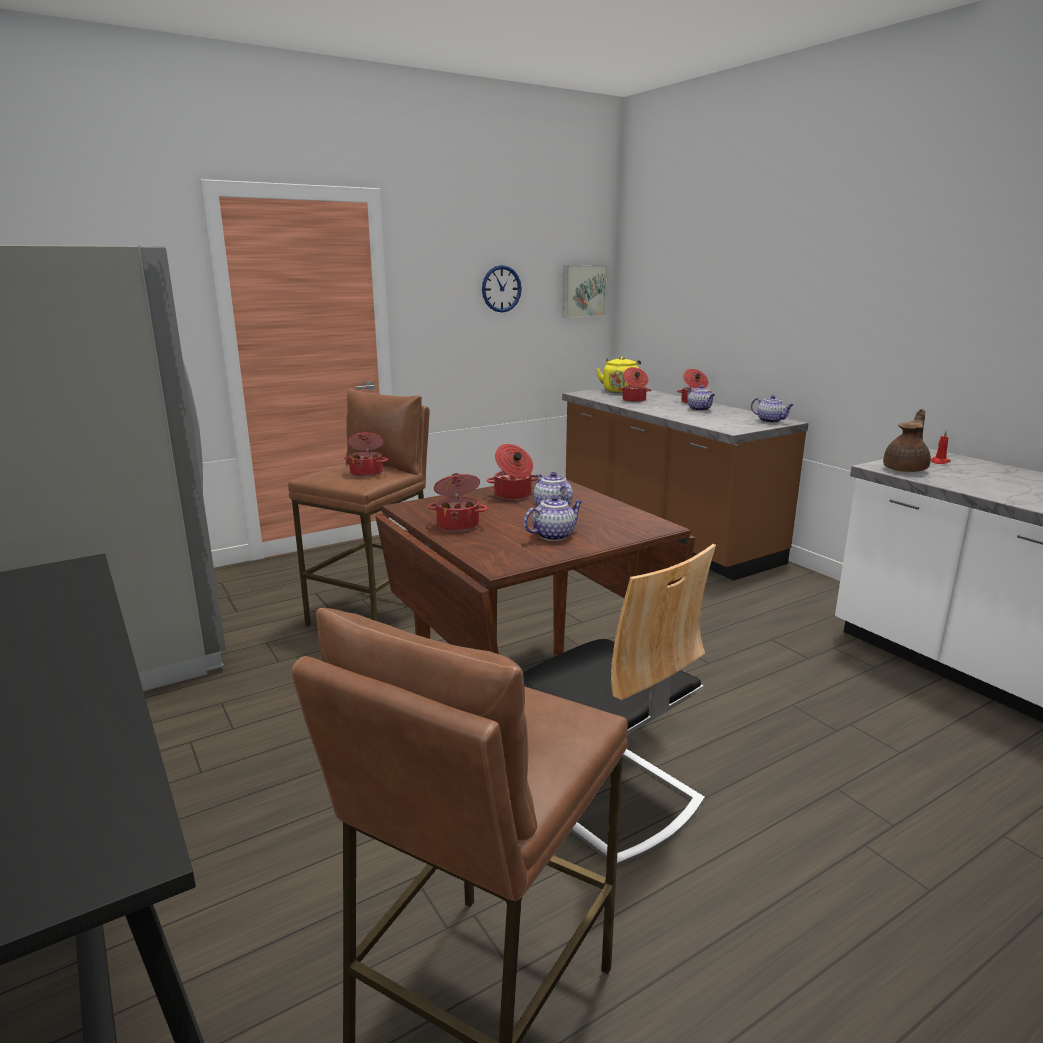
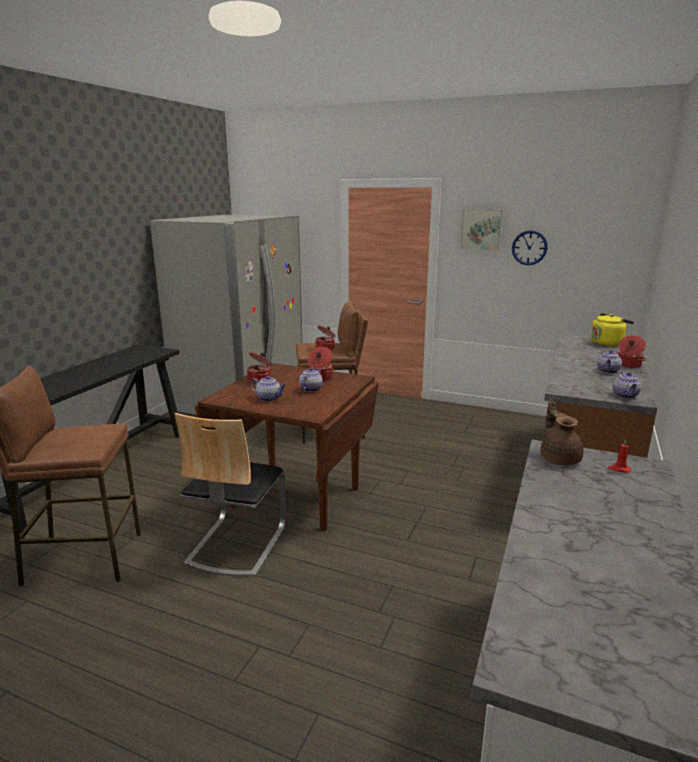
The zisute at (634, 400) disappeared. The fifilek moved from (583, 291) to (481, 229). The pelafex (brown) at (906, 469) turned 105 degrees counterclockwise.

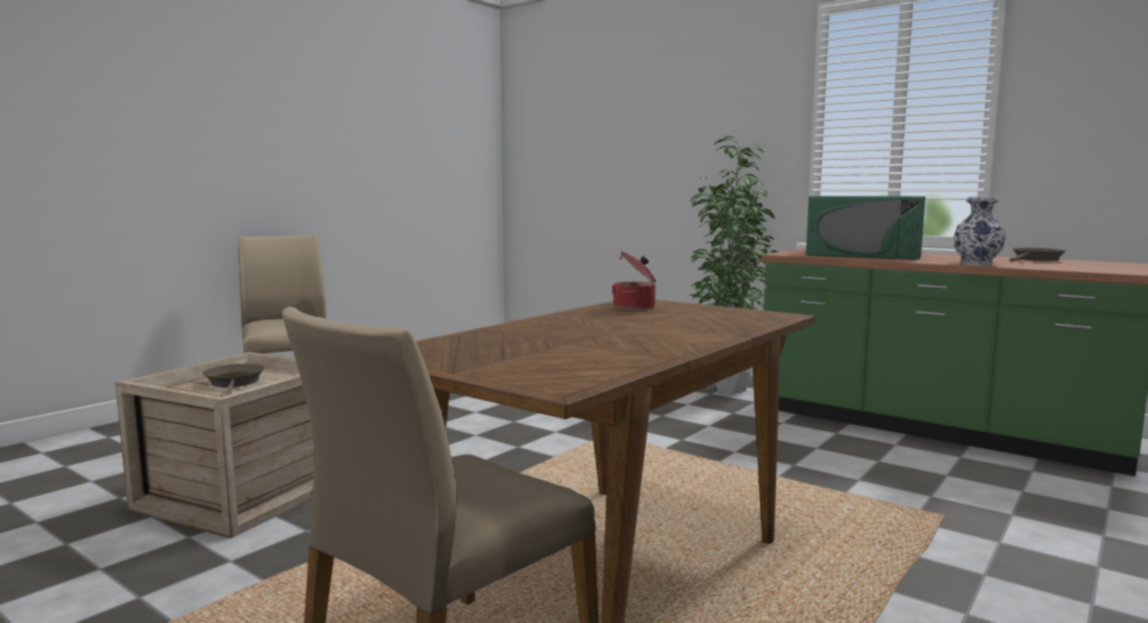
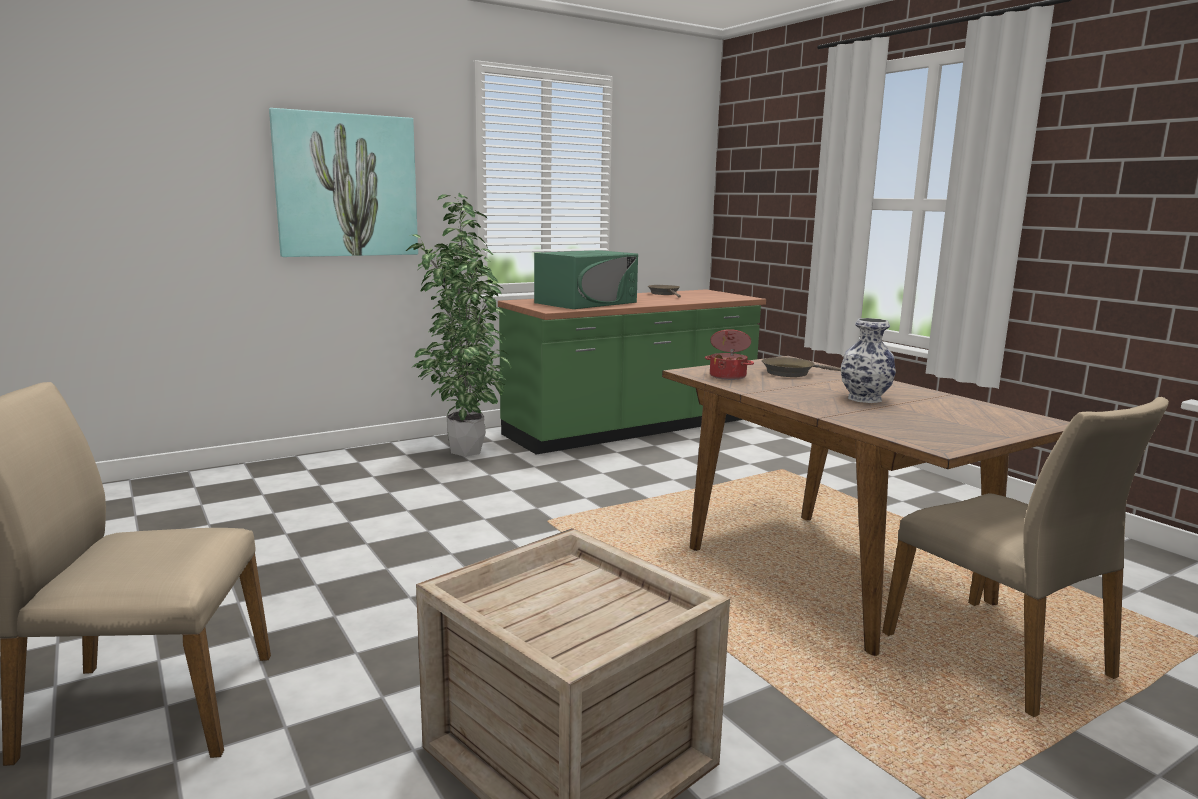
The fifilek at (346, 186) appeared. The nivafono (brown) moved from (235, 383) to (792, 373). The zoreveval moved from (977, 264) to (864, 398).

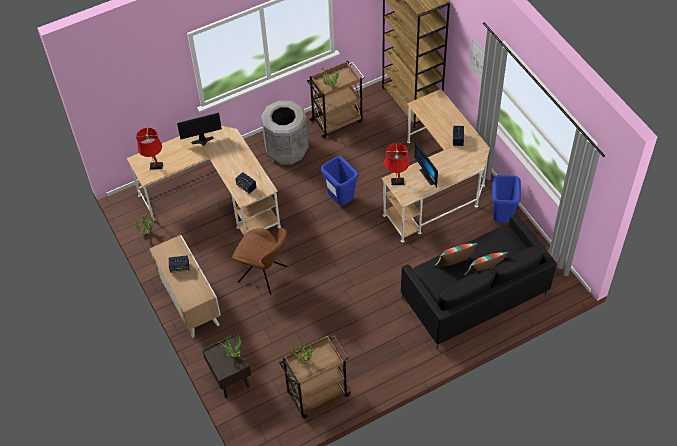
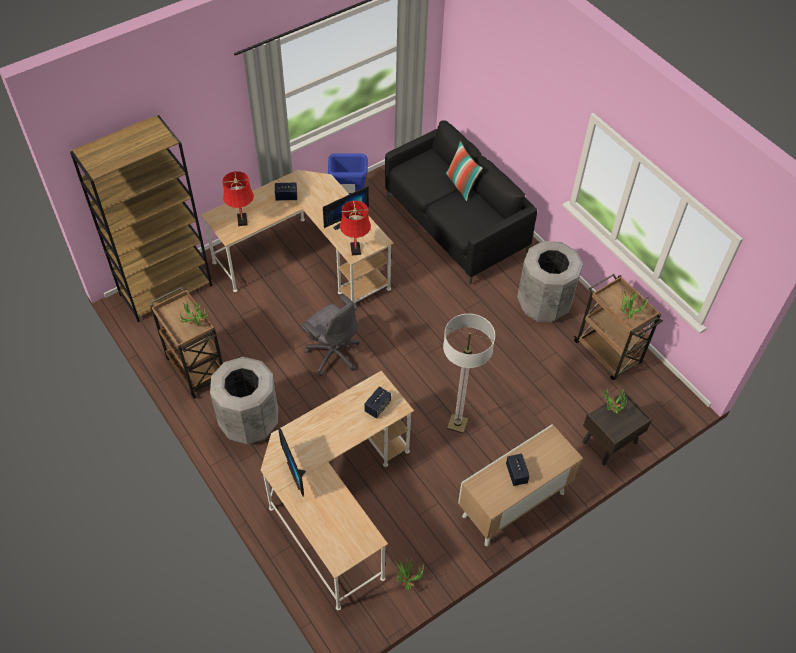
The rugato at (454, 265) disappeared. The fifilek at (478, 60) disappeared. The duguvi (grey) at (543, 304) appeared. The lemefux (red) moved from (154, 166) to (242, 221). The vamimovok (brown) at (264, 275) was replaced by the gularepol at (457, 424). The duguvi (blue) at (340, 200) was replaced by the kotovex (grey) at (333, 353).

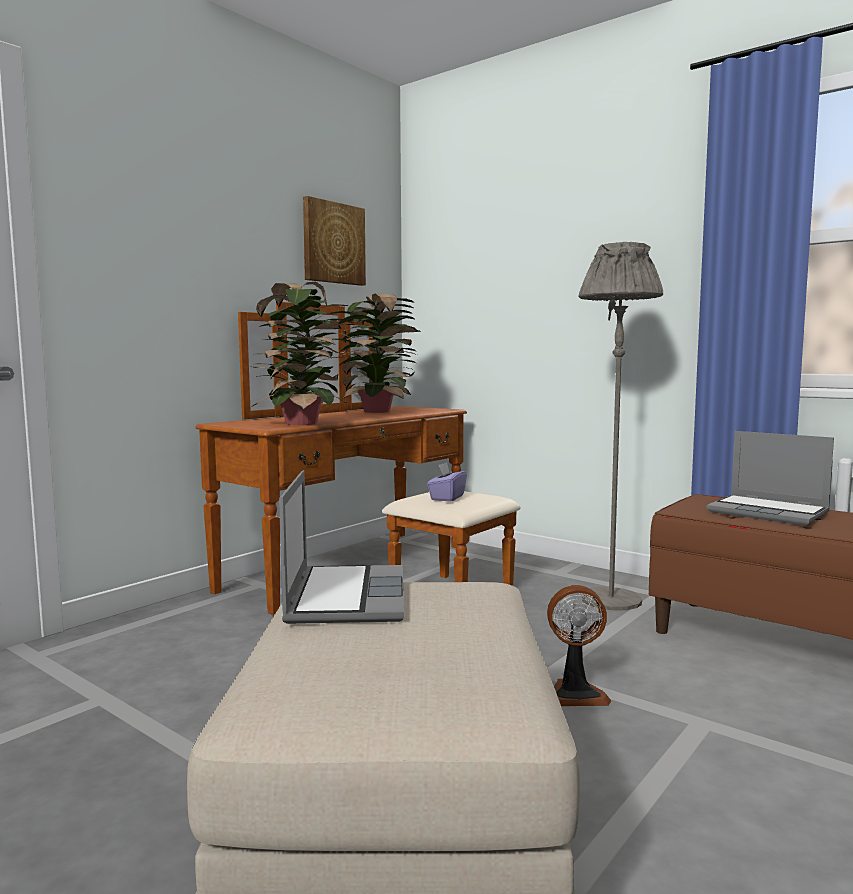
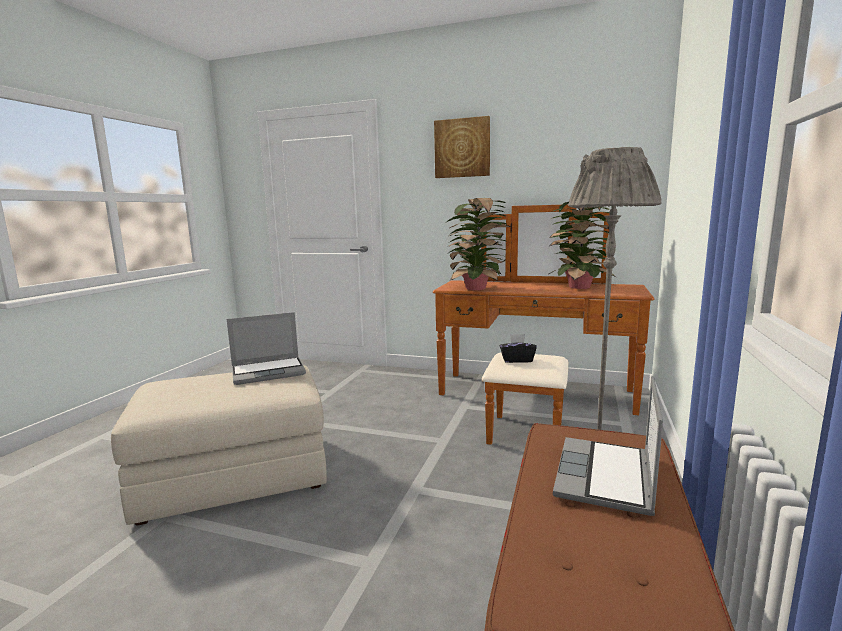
The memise at (575, 693) disappeared. The fifilek moved from (333, 243) to (462, 148). The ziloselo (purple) at (446, 498) became the ziloselo (black) at (517, 360).

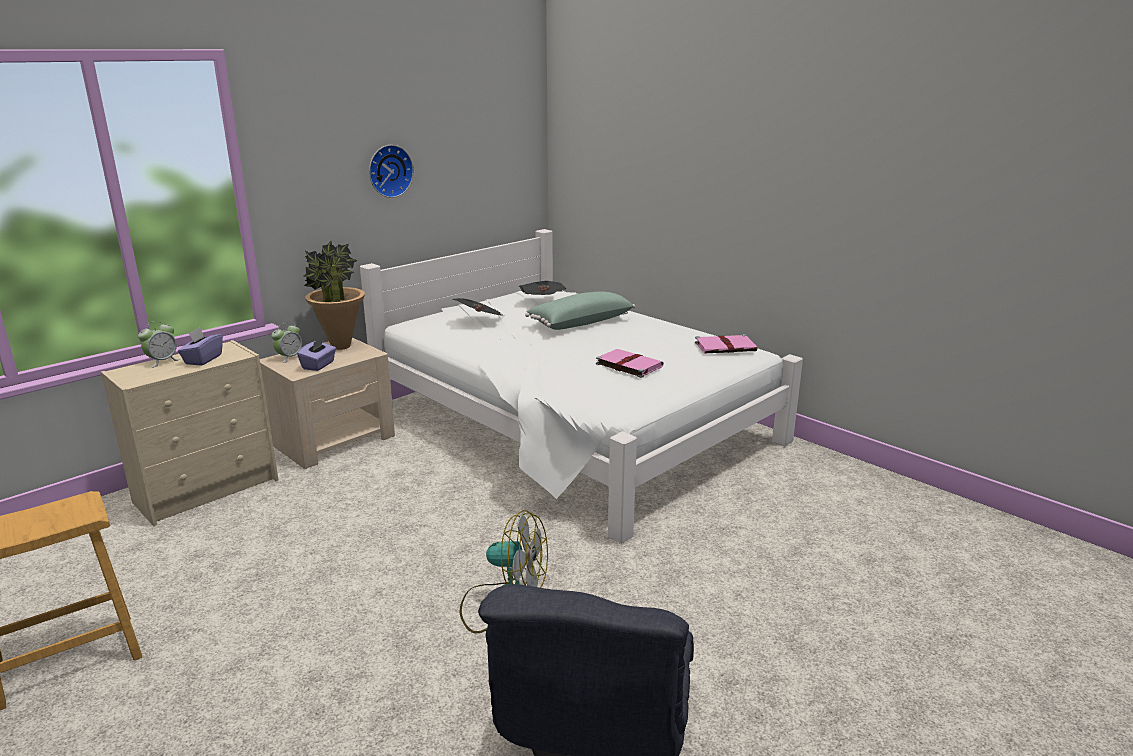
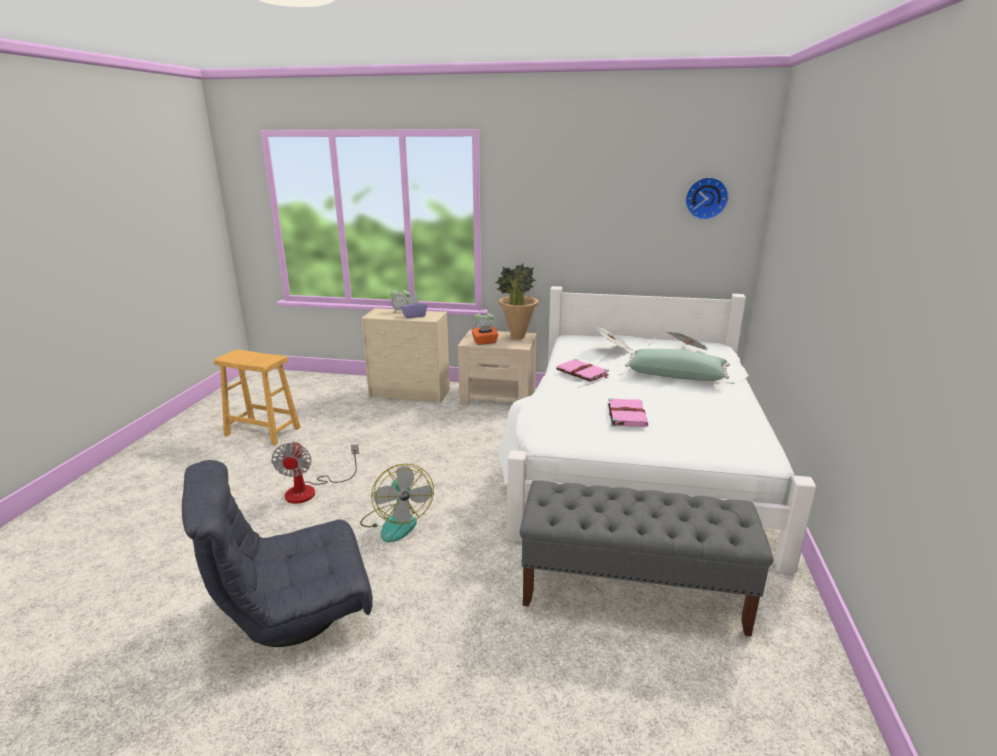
The memise at (310, 490) appeared. The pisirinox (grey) at (633, 591) appeared. The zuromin moved from (389, 171) to (706, 198). The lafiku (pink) moved from (726, 347) to (583, 373). The ziloselo (purple) at (319, 365) became the ziloselo (orange) at (485, 342).

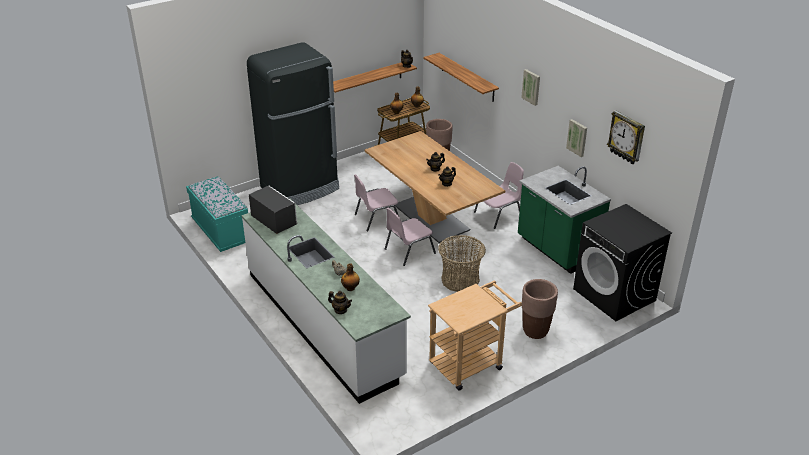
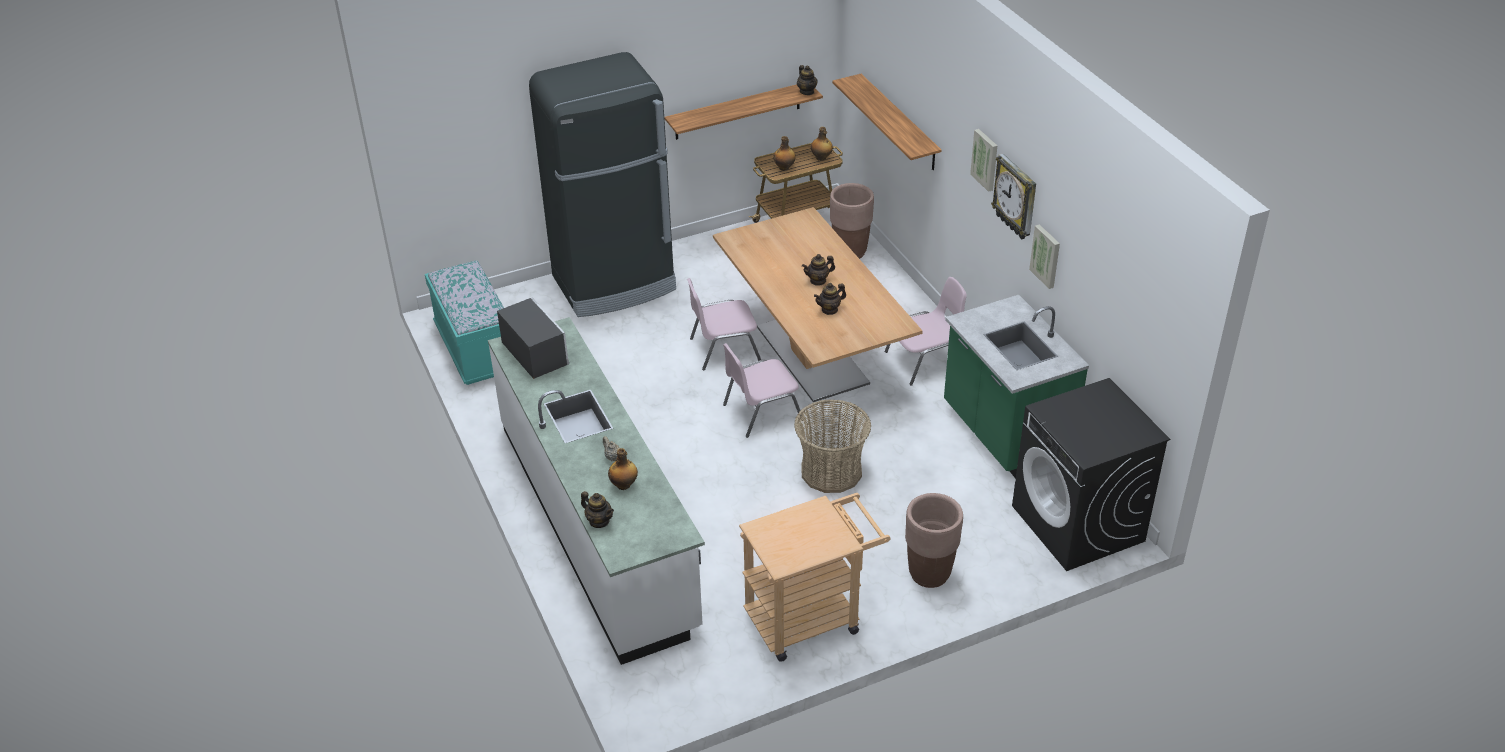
The zuromin moved from (626, 137) to (1016, 197).

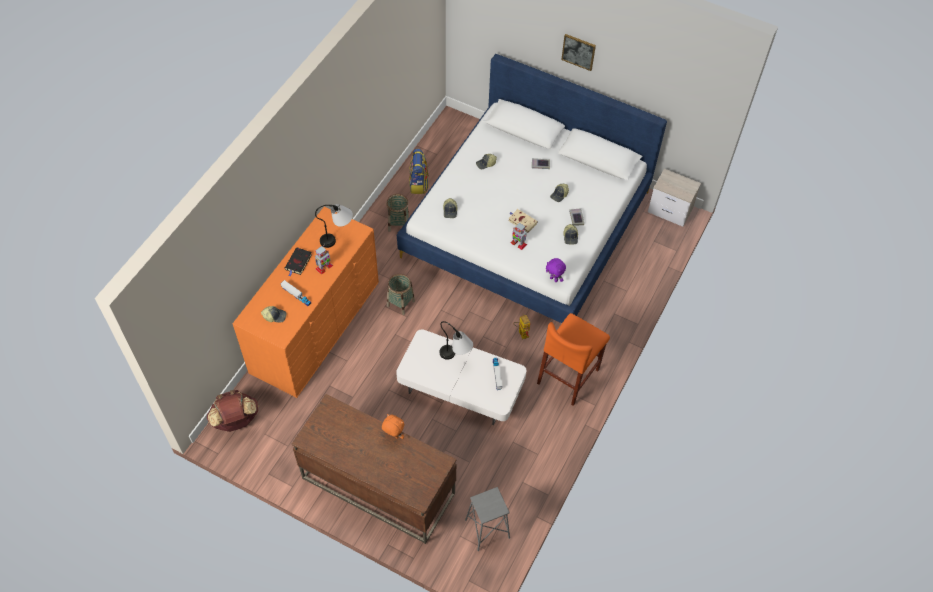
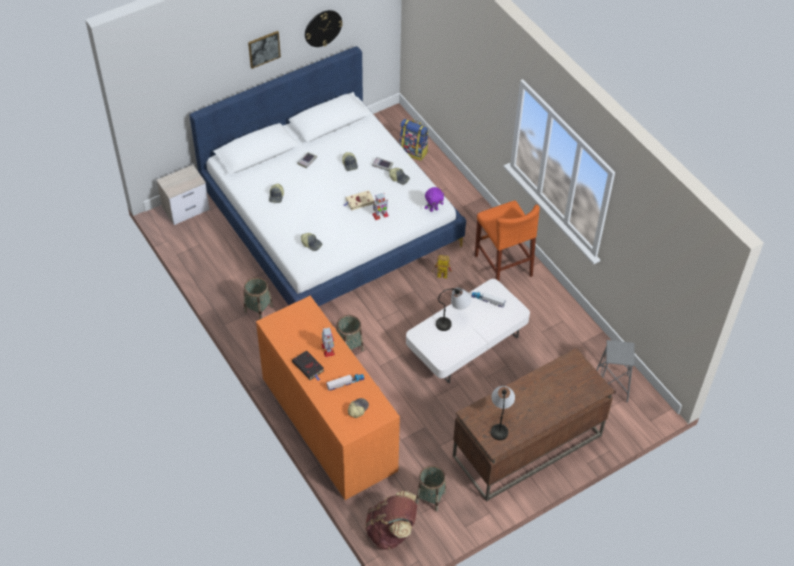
The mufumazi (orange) at (393, 436) disappeared. The zuromin at (323, 28) appeared. The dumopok at (430, 497) appeared. The lemefux moved from (338, 238) to (500, 422). The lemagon moved from (419, 184) to (413, 151). The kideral moved from (670, 211) to (186, 209).

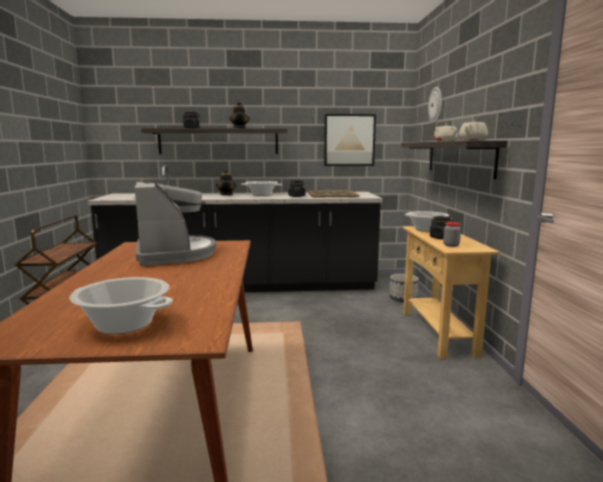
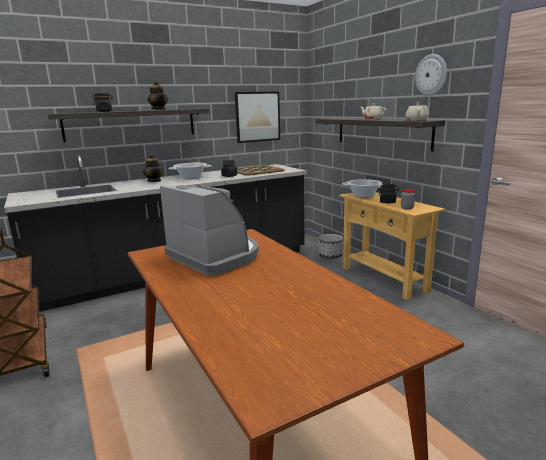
The zisute at (124, 325) disappeared. The zuromin moved from (436, 105) to (431, 75).

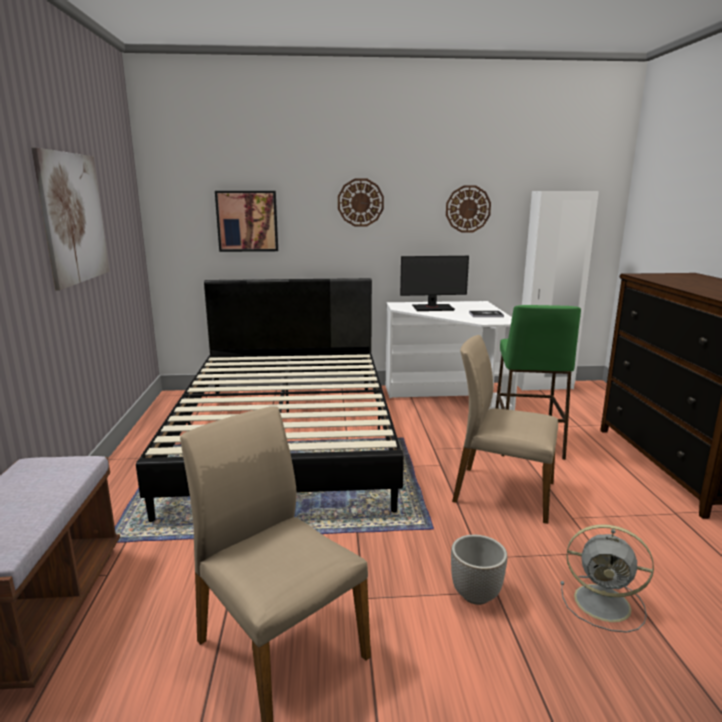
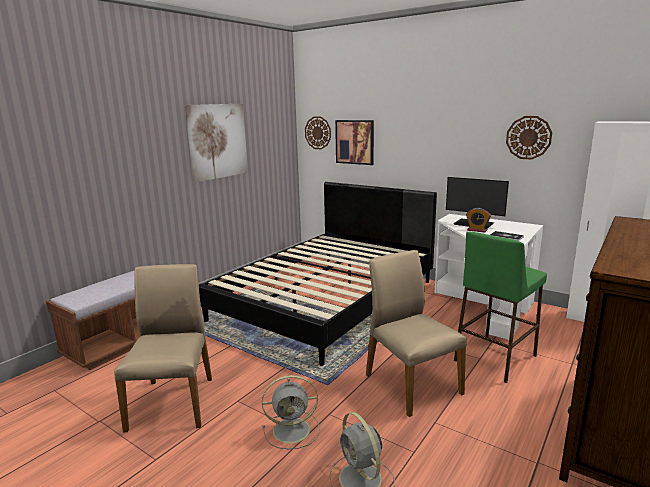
The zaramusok at (477, 230) appeared. The zuromin moved from (360, 202) to (318, 133). The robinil at (475, 594) was replaced by the memise (grey) at (293, 430).

